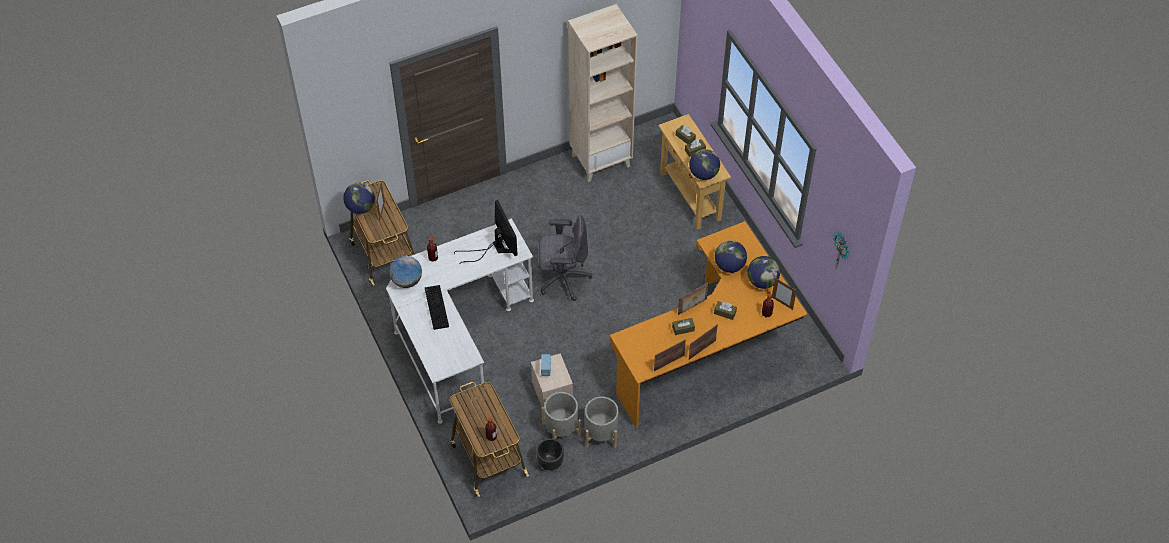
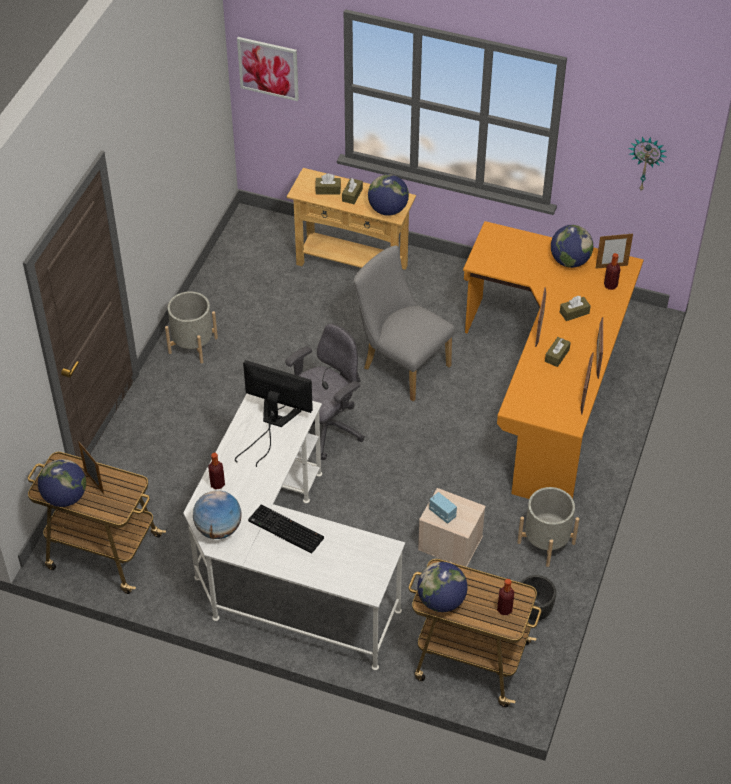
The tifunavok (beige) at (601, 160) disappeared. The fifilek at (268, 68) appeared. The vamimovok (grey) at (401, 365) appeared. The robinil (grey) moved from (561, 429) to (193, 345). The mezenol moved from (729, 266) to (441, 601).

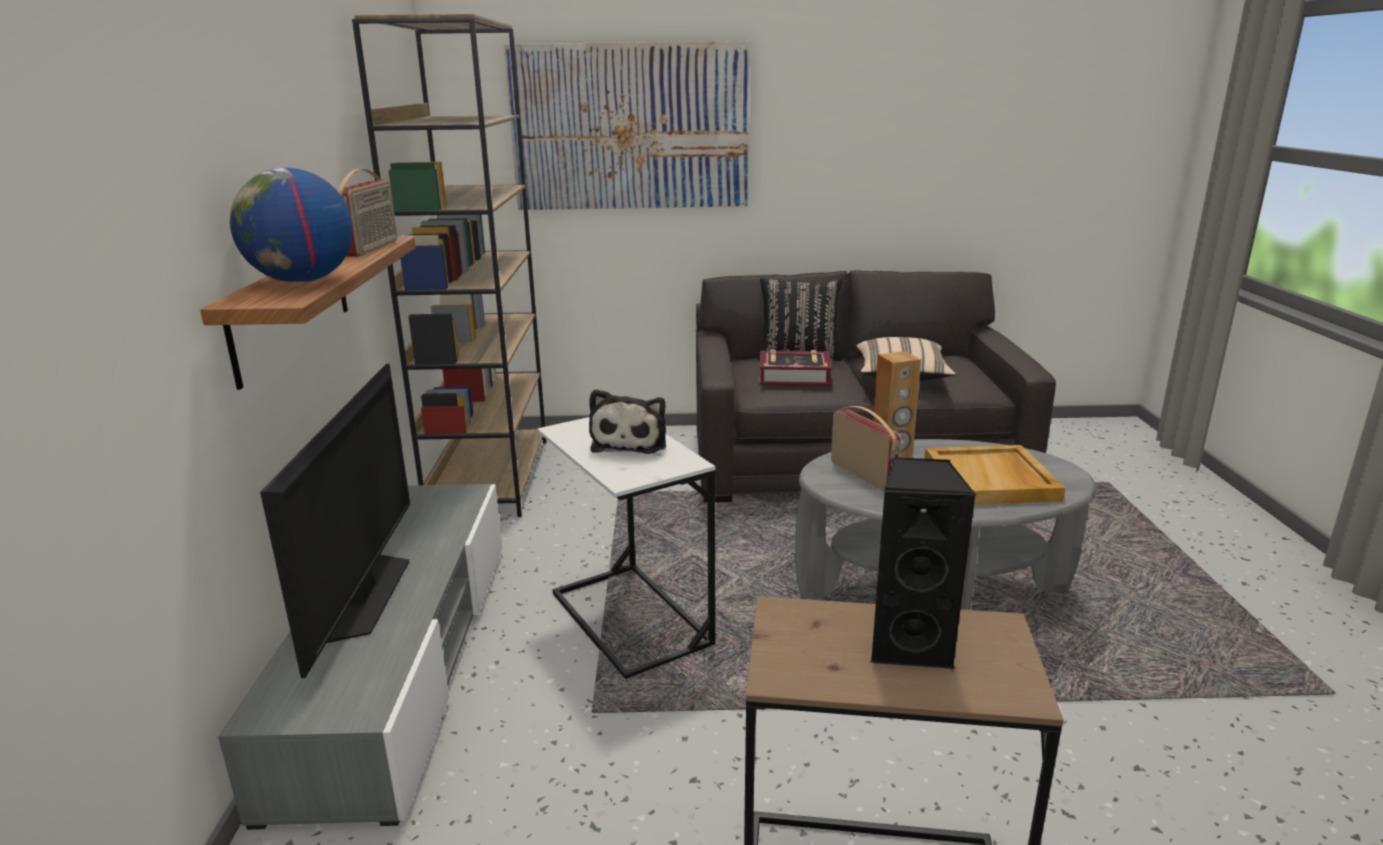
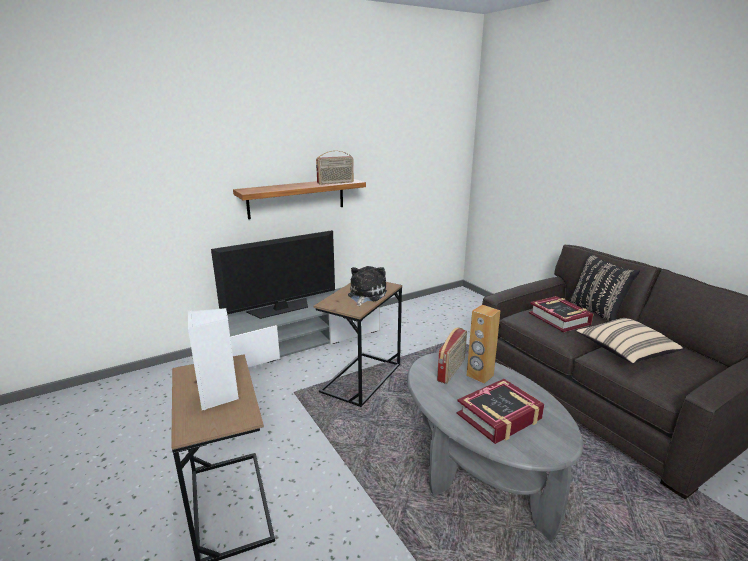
The mezenol at (302, 281) disappeared. The tifunavok (brown) at (489, 476) disappeared. The fifilek at (630, 127) disappeared. The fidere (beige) at (991, 480) was replaced by the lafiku at (499, 417). The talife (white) at (630, 618) became the talife (brown) at (361, 378). The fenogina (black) at (910, 645) became the fenogina (white) at (219, 396). The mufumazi at (630, 442) turned 135 degrees clockwise.

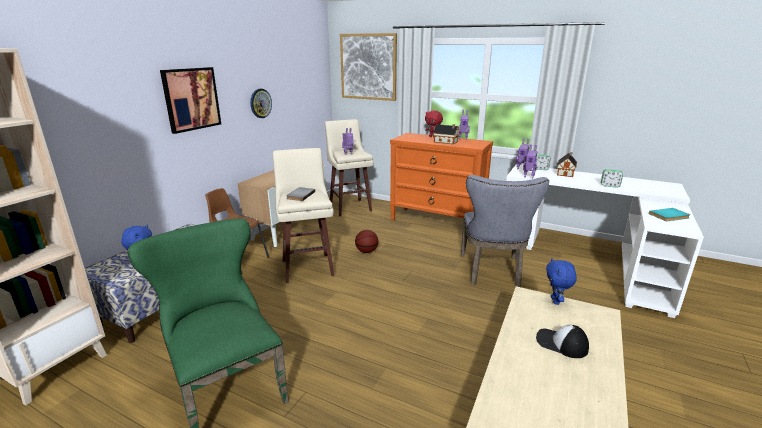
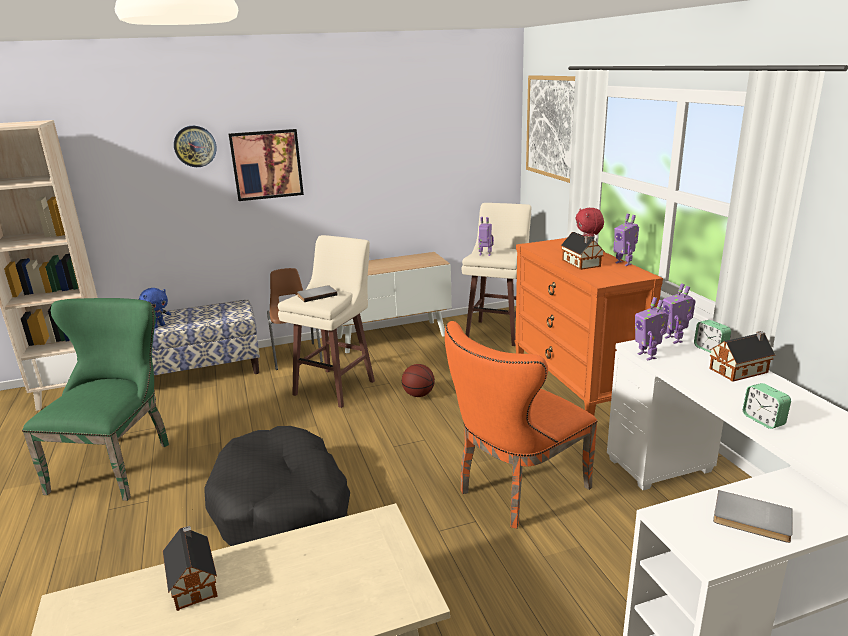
The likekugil at (561, 344) disappeared. The mufumazi (blue) at (556, 301) disappeared. The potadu at (194, 581) appeared. The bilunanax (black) at (282, 507) appeared. The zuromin moved from (260, 103) to (195, 146). The vamimovok (grey) at (492, 272) became the vamimovok (orange) at (516, 491). The lafiku (turquoise) at (670, 216) became the lafiku (grey) at (751, 520).

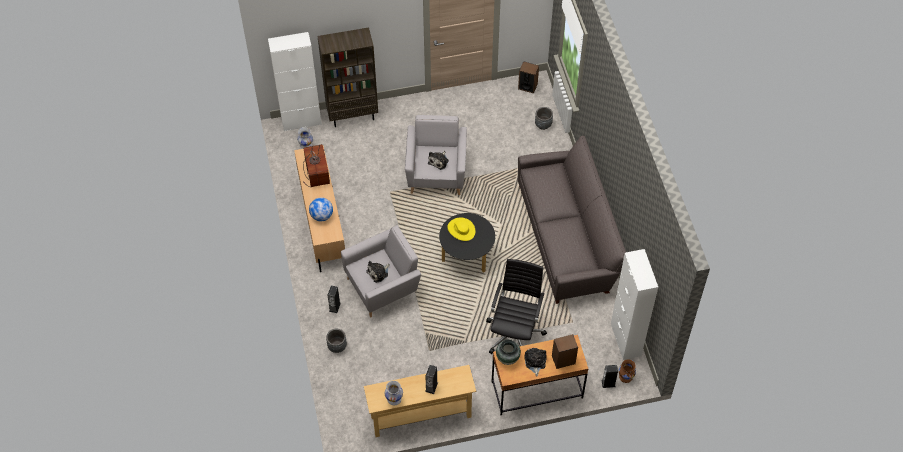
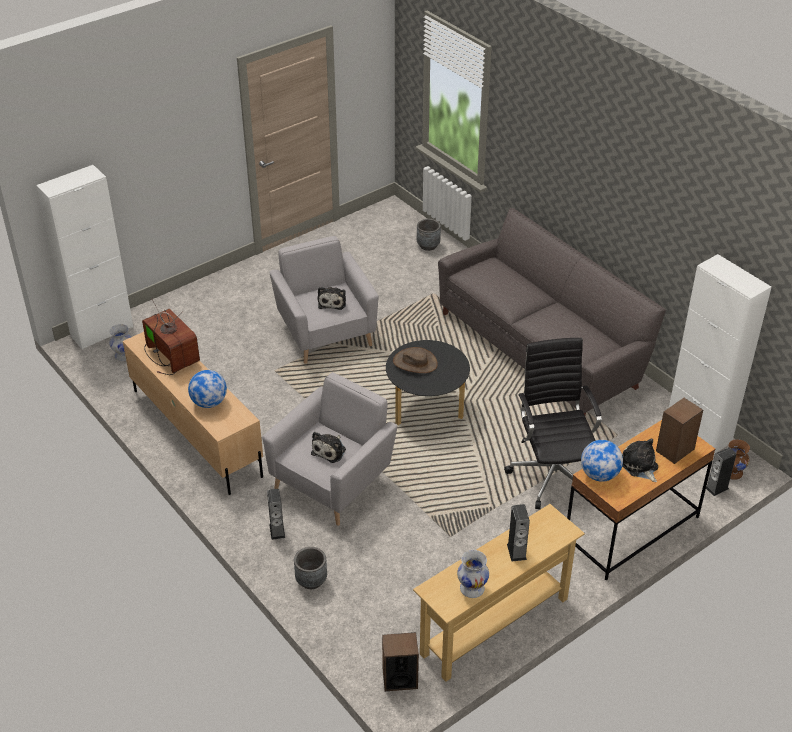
The tifunavok (brown) at (353, 115) disappeared. The fenogina moved from (527, 86) to (400, 679). The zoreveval at (507, 358) was replaced by the mezenol at (599, 475). The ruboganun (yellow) at (461, 229) became the ruboganun (brown) at (415, 362).

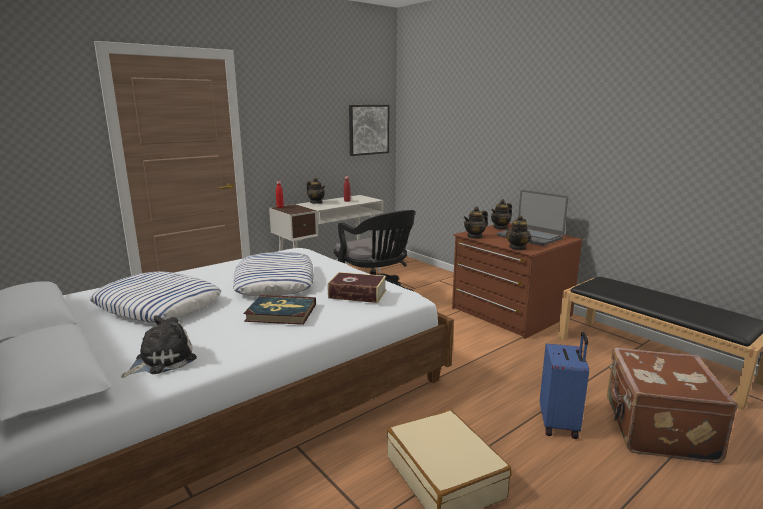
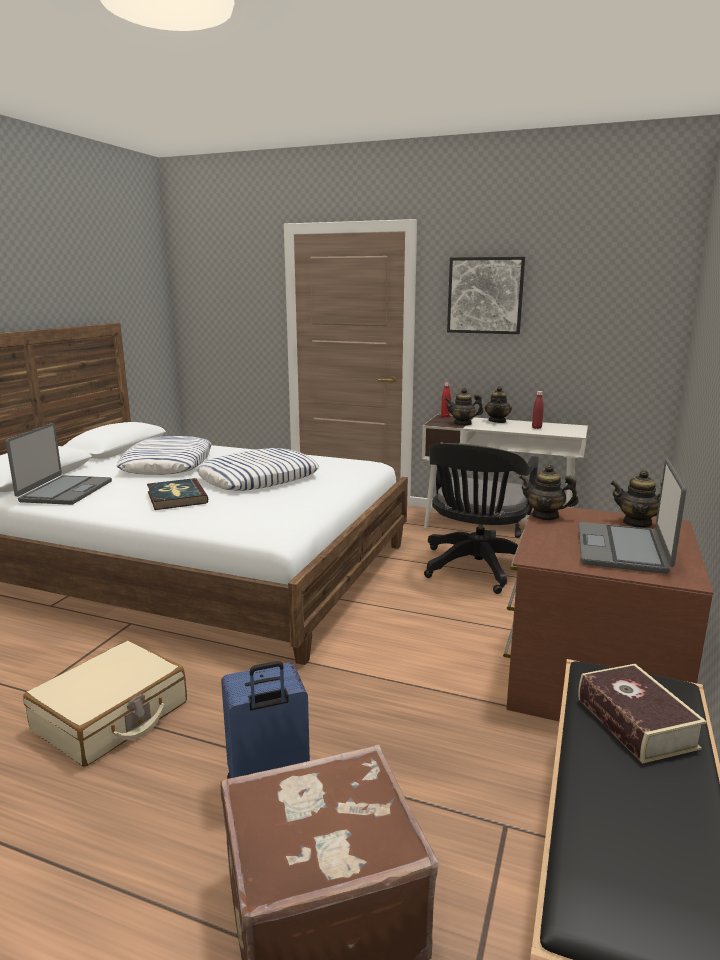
The lafiku moved from (357, 294) to (635, 723). The fifilek moved from (368, 129) to (485, 295). The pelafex moved from (517, 248) to (462, 423). The mufumazi at (162, 360) was replaced by the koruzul at (65, 491).

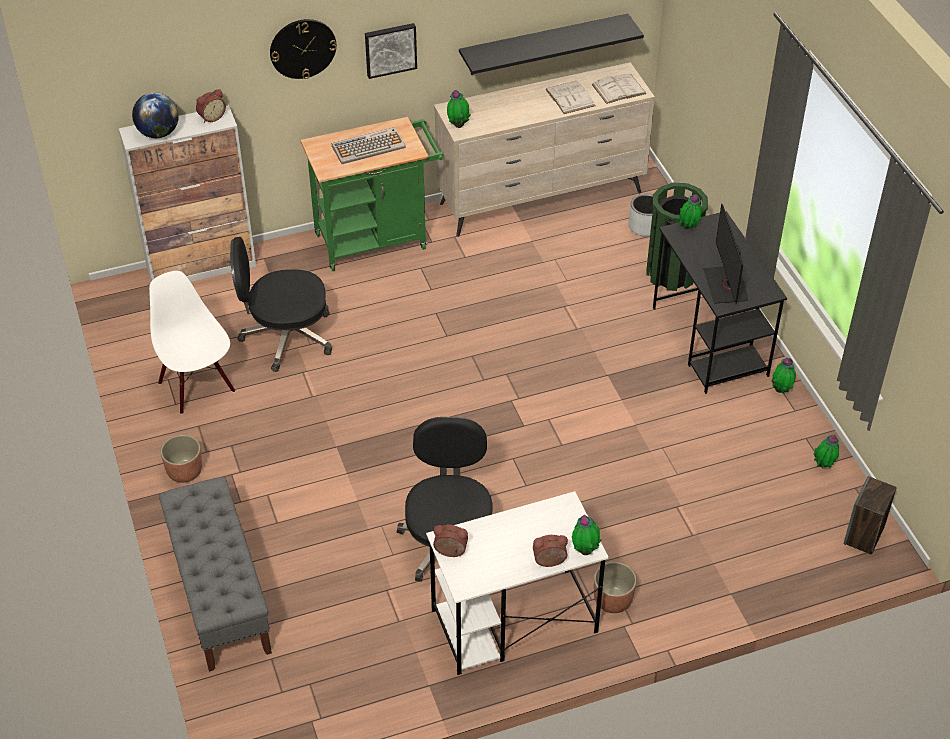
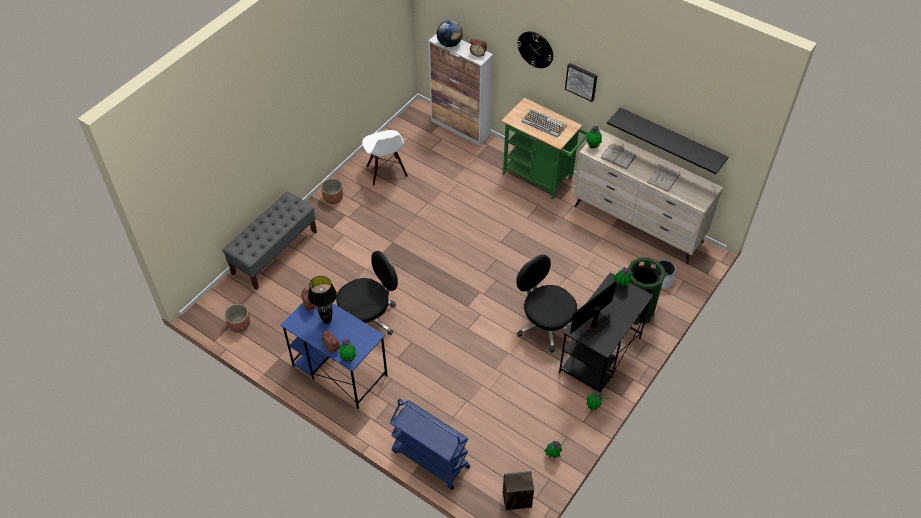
The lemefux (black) at (327, 321) appeared. The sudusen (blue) at (429, 459) appeared. The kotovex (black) moved from (286, 337) to (545, 324). The lafiku (white) moved from (618, 89) to (618, 156). The robinil moved from (612, 600) to (239, 325). The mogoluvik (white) at (513, 622) became the mogoluvik (blue) at (339, 370). The vamimovok (white) at (197, 386) turned 135 degrees clockwise.

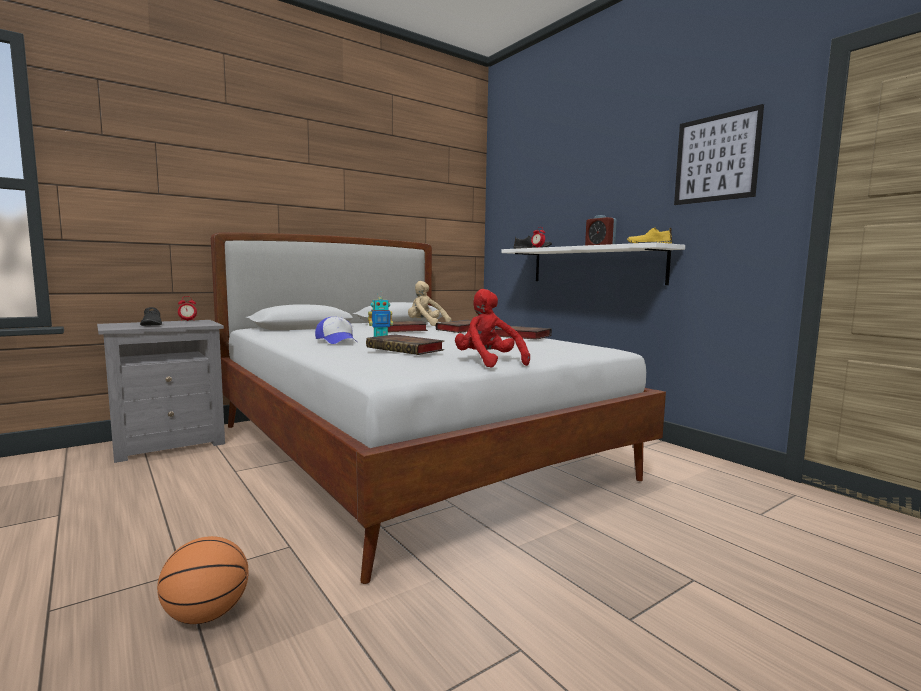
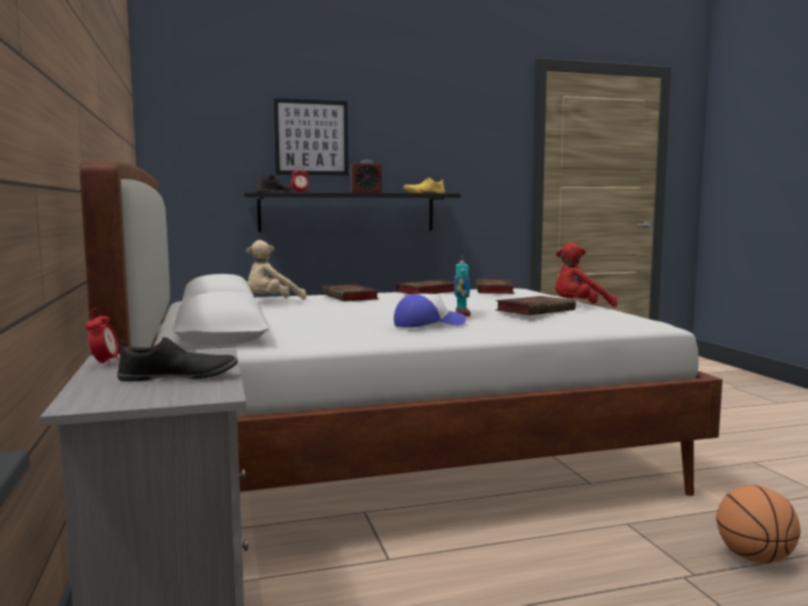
The lafiku moved from (400, 330) to (495, 290). The fifilek moved from (716, 158) to (311, 137). The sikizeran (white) at (595, 265) became the sikizeran (black) at (348, 212).

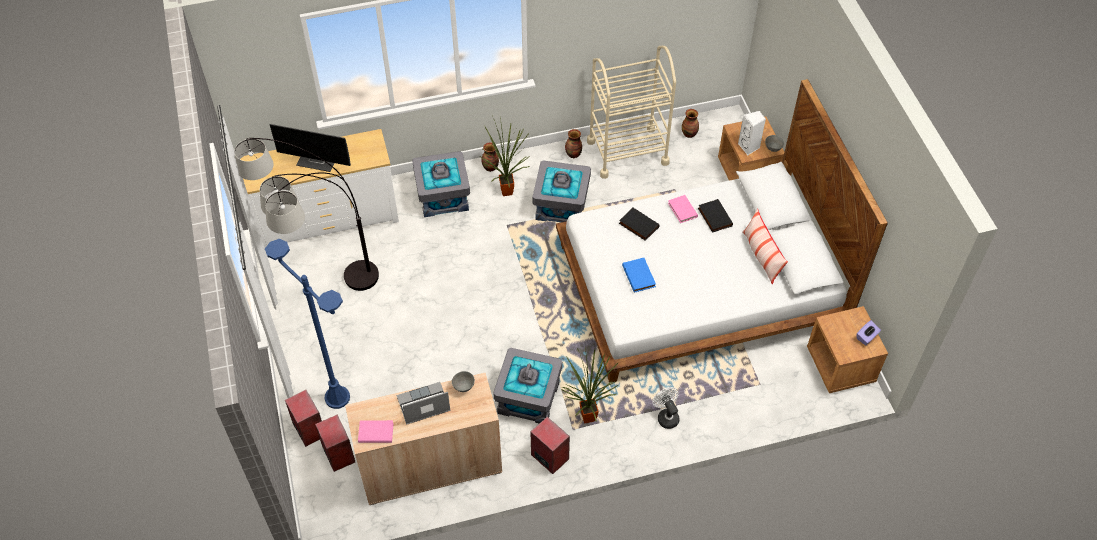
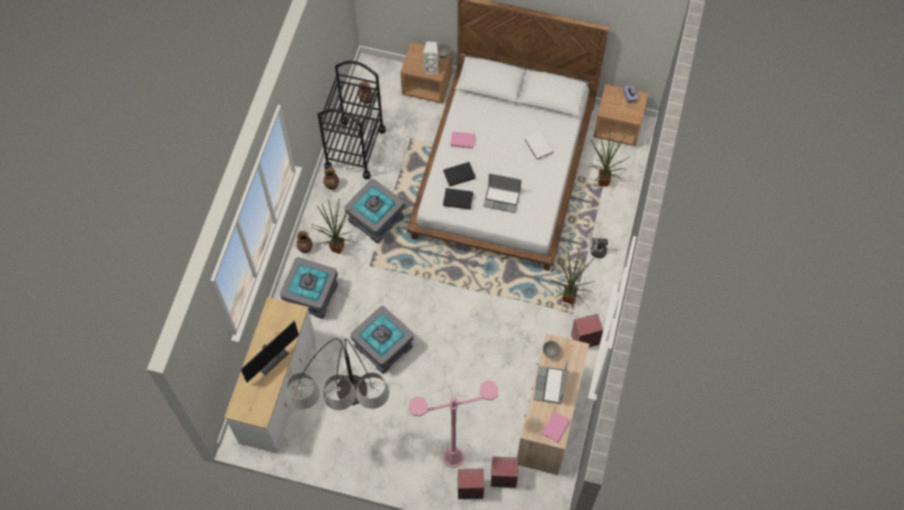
The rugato at (761, 256) disappeared. The lafiku (white) at (537, 147) appeared. The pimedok at (601, 182) appeared. The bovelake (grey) moved from (529, 398) to (383, 347). The lafiku (black) moved from (714, 217) to (457, 200). The lafiku (blue) at (639, 276) was replaced by the koruzul at (502, 199). The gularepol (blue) at (337, 398) became the gularepol (pink) at (453, 457). The sudusen (beige) at (627, 152) became the sudusen (black) at (355, 149).

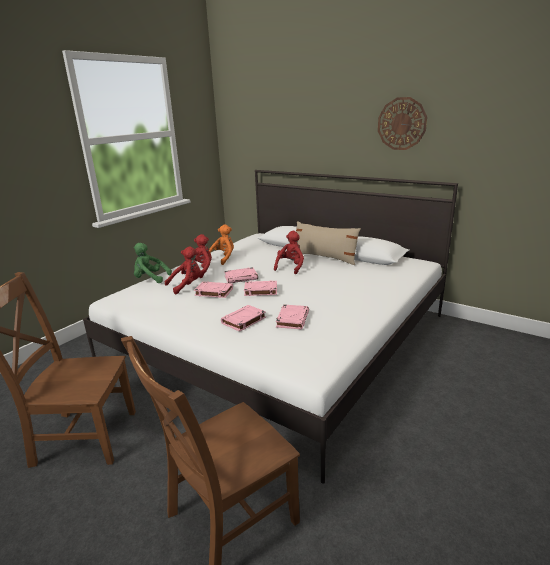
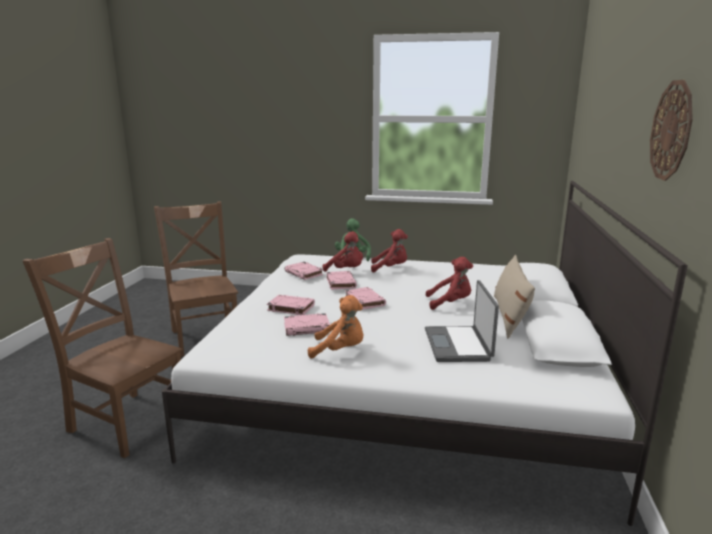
The koruzul at (458, 345) appeared. The mufumazi (orange) moved from (223, 258) to (340, 350). The lafiku (pink) moved from (241, 278) to (304, 273).

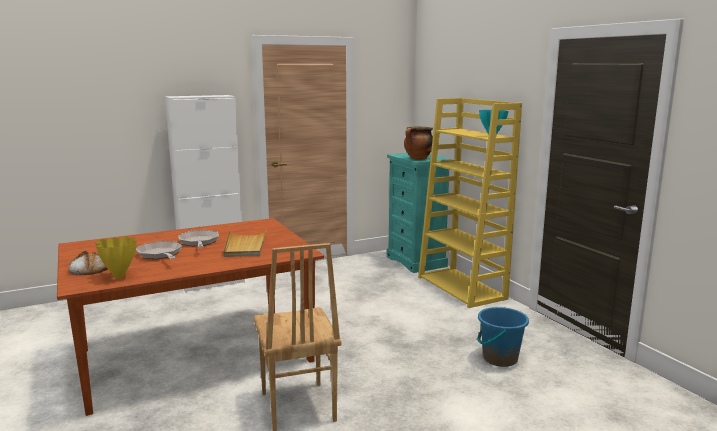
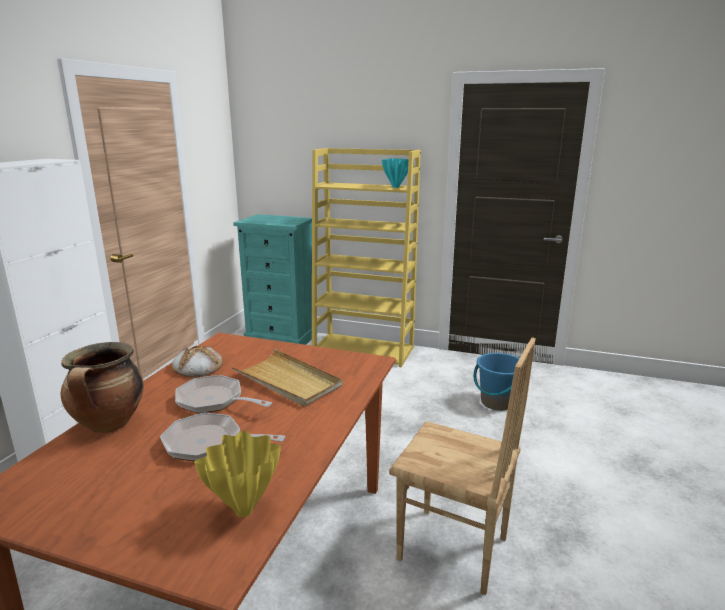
The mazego moved from (89, 268) to (197, 367). The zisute moved from (418, 159) to (109, 425).

